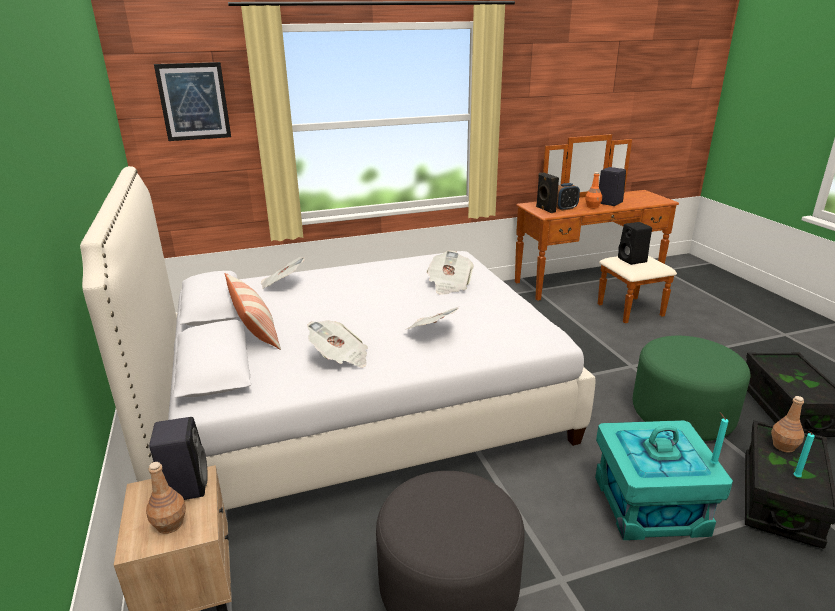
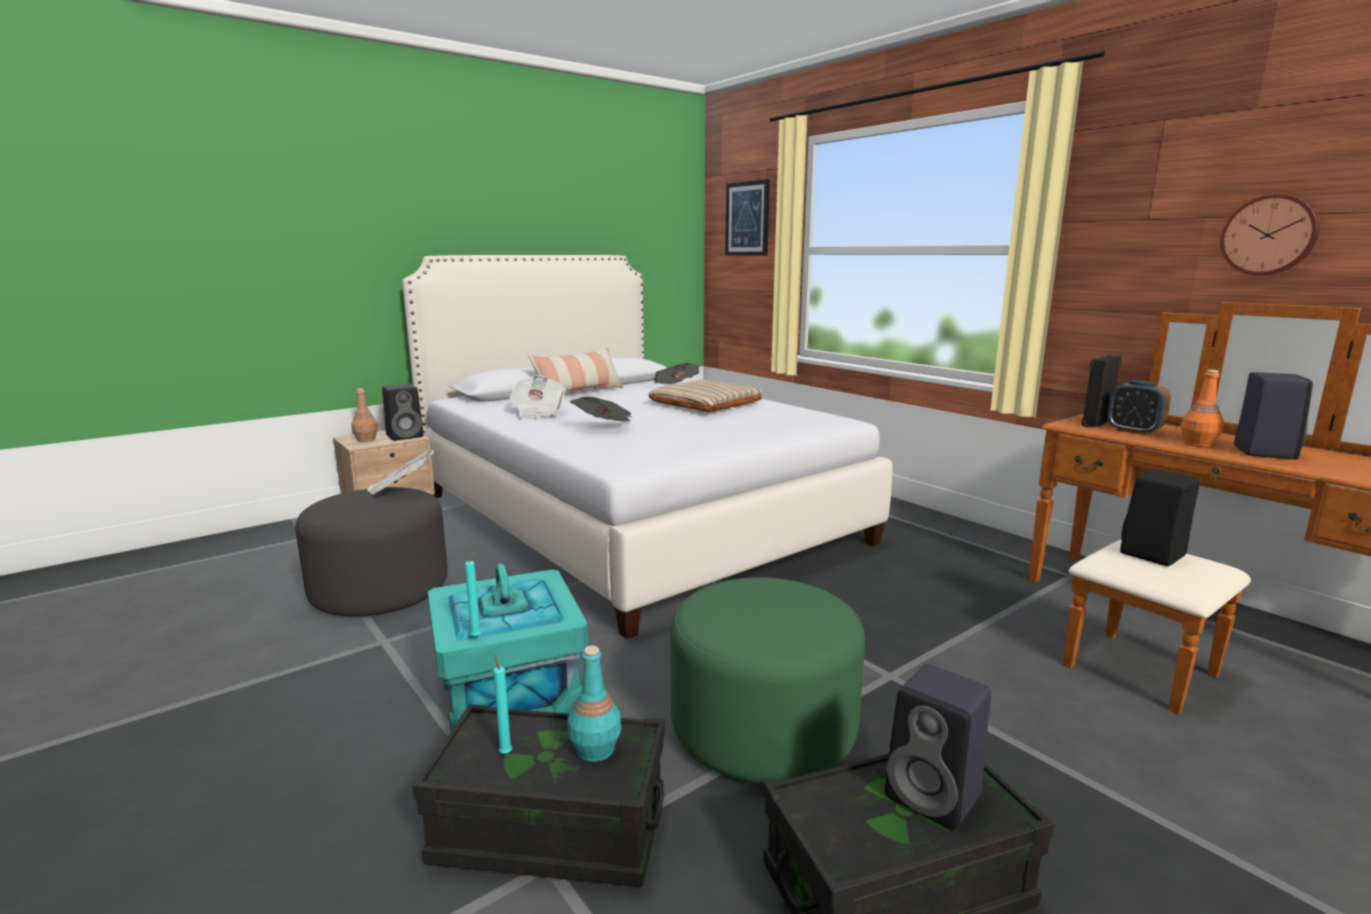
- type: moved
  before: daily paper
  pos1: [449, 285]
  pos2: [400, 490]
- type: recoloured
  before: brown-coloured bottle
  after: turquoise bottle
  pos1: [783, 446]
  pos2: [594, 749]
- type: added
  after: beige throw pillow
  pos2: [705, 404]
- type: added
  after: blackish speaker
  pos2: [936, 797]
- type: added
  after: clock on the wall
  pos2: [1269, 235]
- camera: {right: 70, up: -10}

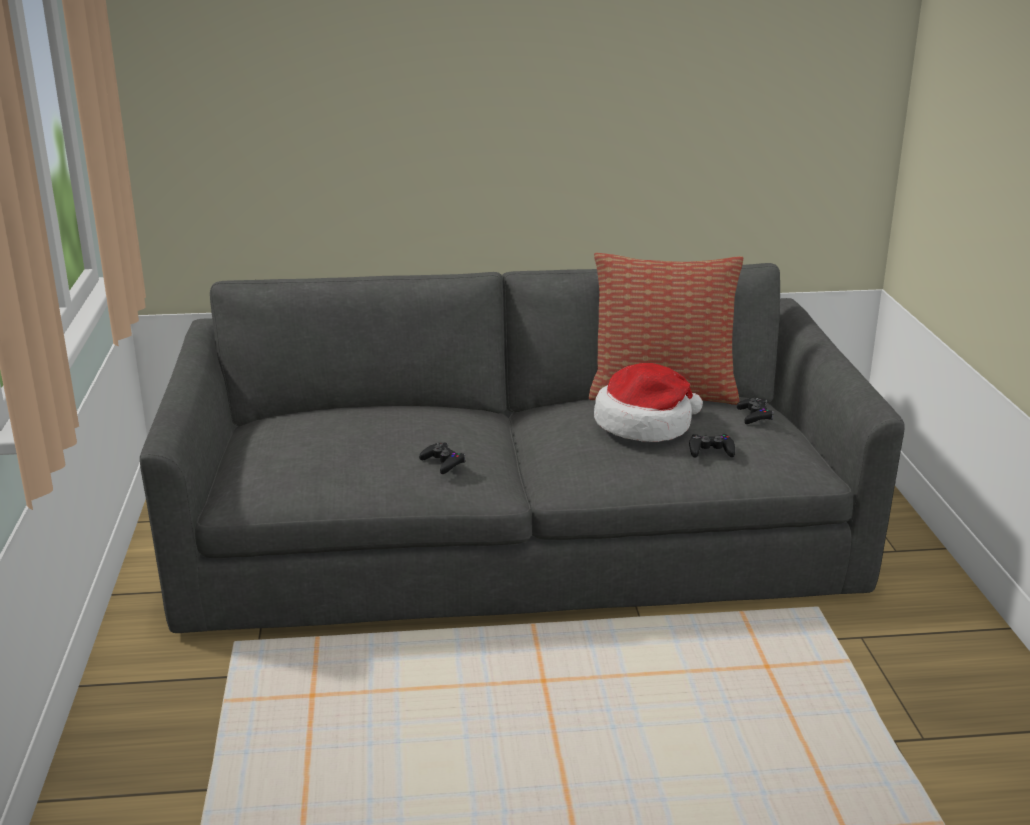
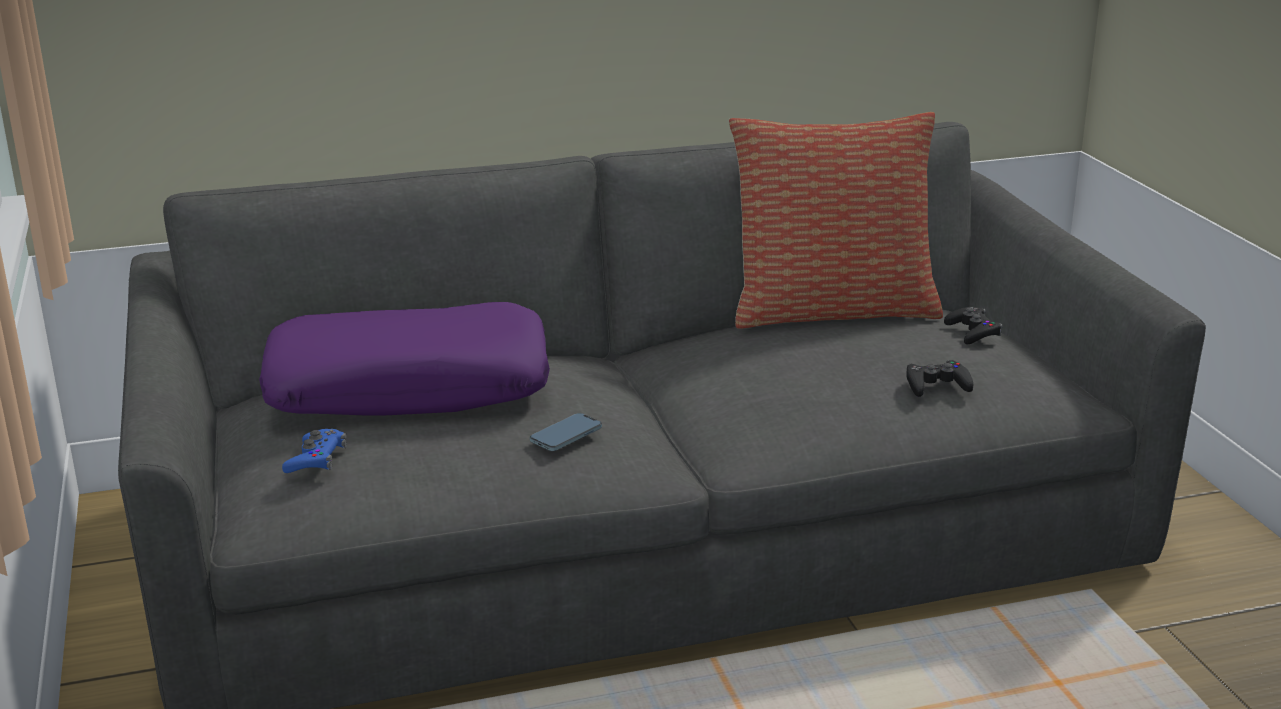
- type: added
  after: purplish throw pillow
  pos2: [409, 387]
- type: added
  after: bluish game controller
  pos2: [316, 459]
- type: replaced
  before: blackish game controller
  after: handset
  pos1: [443, 462]
  pos2: [566, 436]
- type: removed
  before: clothing hat
  pos1: [645, 425]
- camera: {right: -10, up: 0}

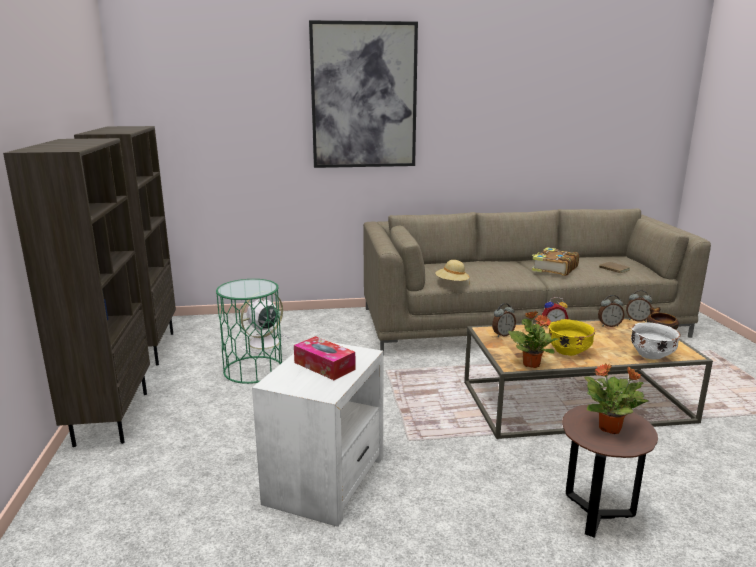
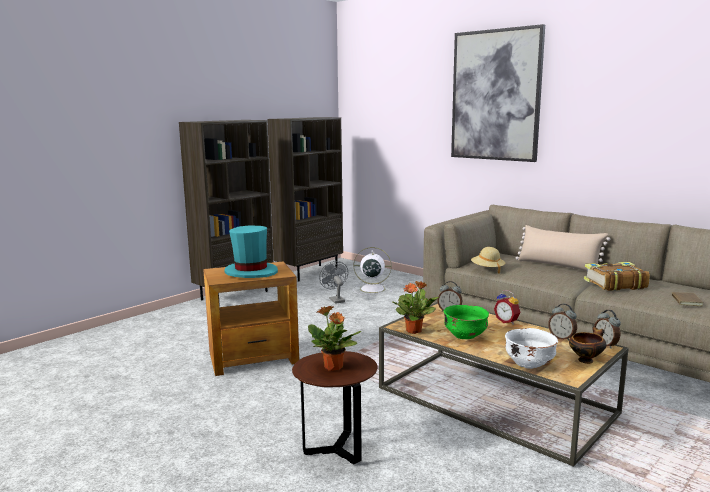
- type: recoloured
  before: white end table
  after: brown-coloured end table
  pos1: [326, 479]
  pos2: [254, 357]
- type: replaced
  before: tissue box
  after: turquoise clothing hat
  pos1: [324, 366]
  pos2: [251, 272]
- type: replaced
  before: greenish end table
  after: grey cooling fan
  pos1: [253, 370]
  pos2: [335, 299]
- type: recoloured
  before: yellow-coloured serving bowl
  after: greenish serving bowl
  pos1: [568, 351]
  pos2: [465, 336]
- type: added
  after: beige throw pillow
  pos2: [558, 266]
- camera: {right: 50, up: -5}

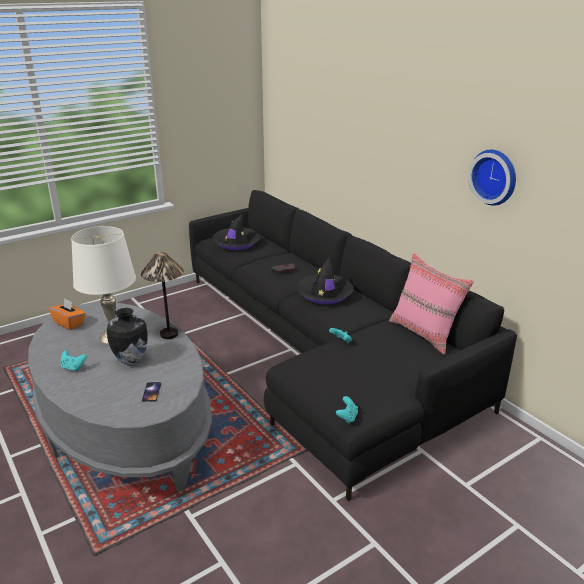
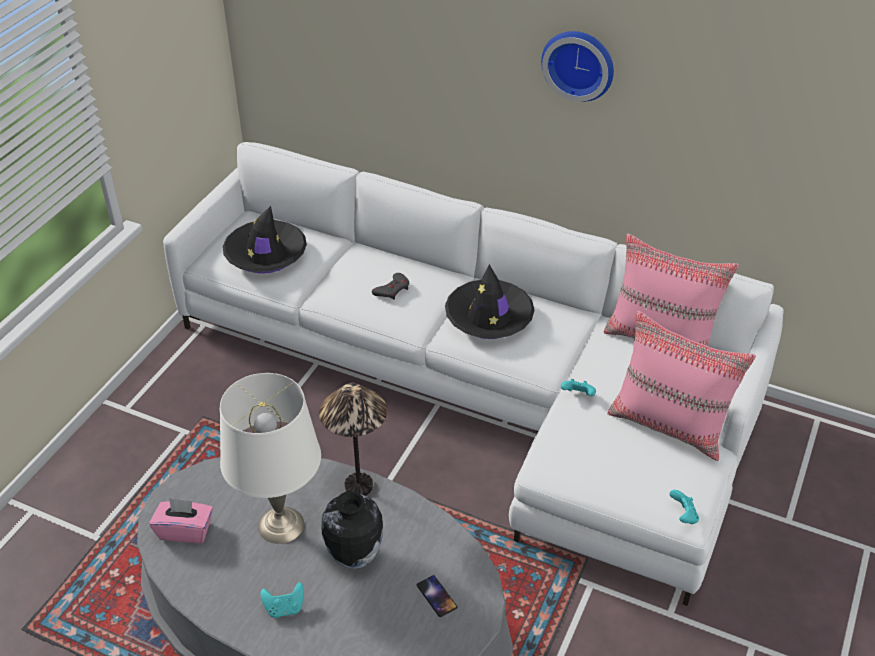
- type: recoloured
  before: orange tissue box
  after: pinkish tissue box
  pos1: [69, 323]
  pos2: [185, 530]
- type: recoloured
  before: blackish sofa
  after: white sofa
  pos1: [321, 350]
  pos2: [481, 389]
- type: moved
  before: clock on the wall
  pos1: [495, 176]
  pos2: [579, 63]
- type: added
  after: pinkish throw pillow
  pos2: [669, 425]
- camera: {right: -30, up: 15}

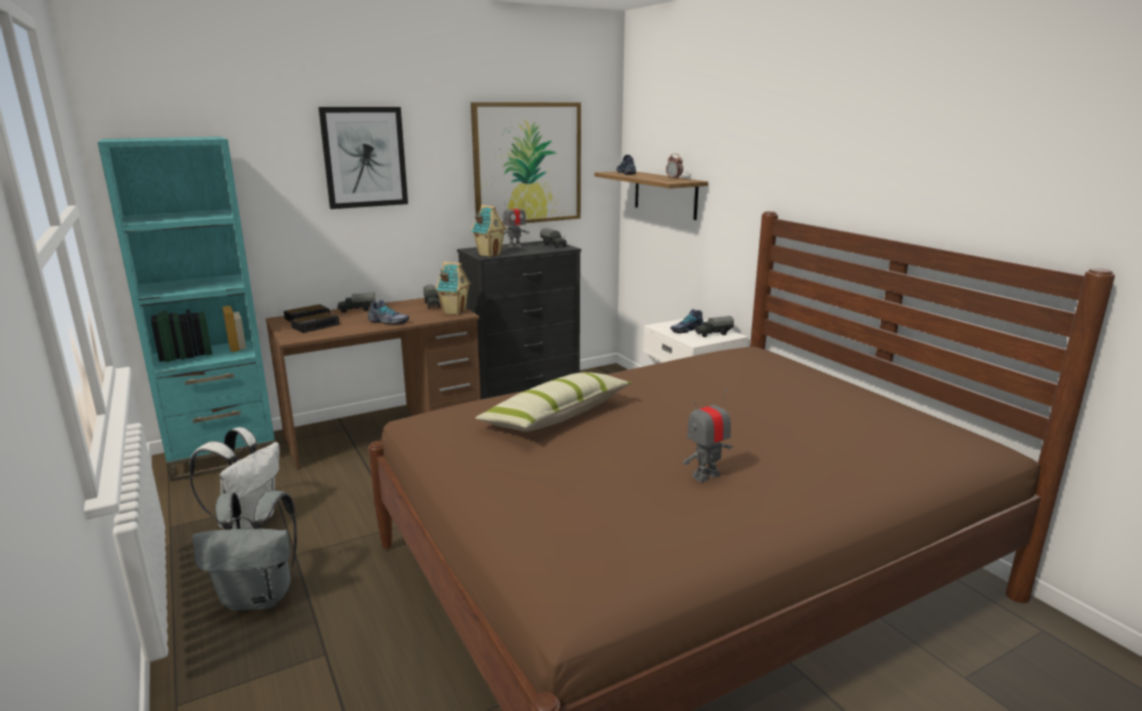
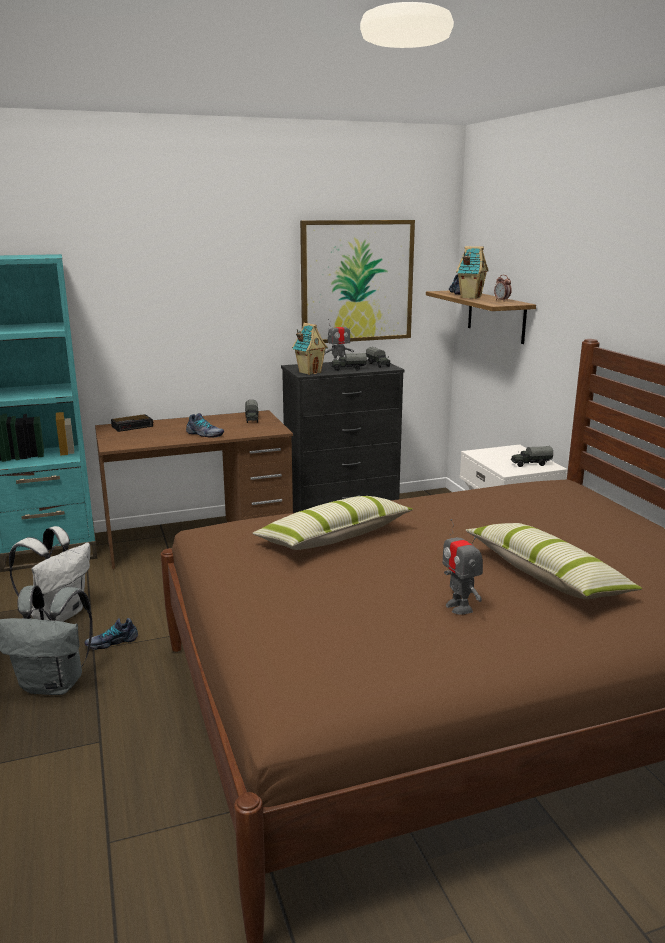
- type: moved
  before: shoe
  pos1: [686, 329]
  pos2: [111, 642]
- type: moved
  before: toy lorry
  pos1: [357, 310]
  pos2: [348, 369]
- type: turned
  before: model robot
  pos1: [706, 475]
  pos2: [459, 607]
  turn: -90
- type: moved
  before: model house
  pos1: [454, 311]
  pos2: [470, 297]
- type: added
  after: throw pillow
  pos2: [546, 575]
- type: removed
  before: table clock
  pos1: [316, 326]
- type: removed
  before: picture
  pos1: [364, 157]
- camera: {right: 10, up: 0}

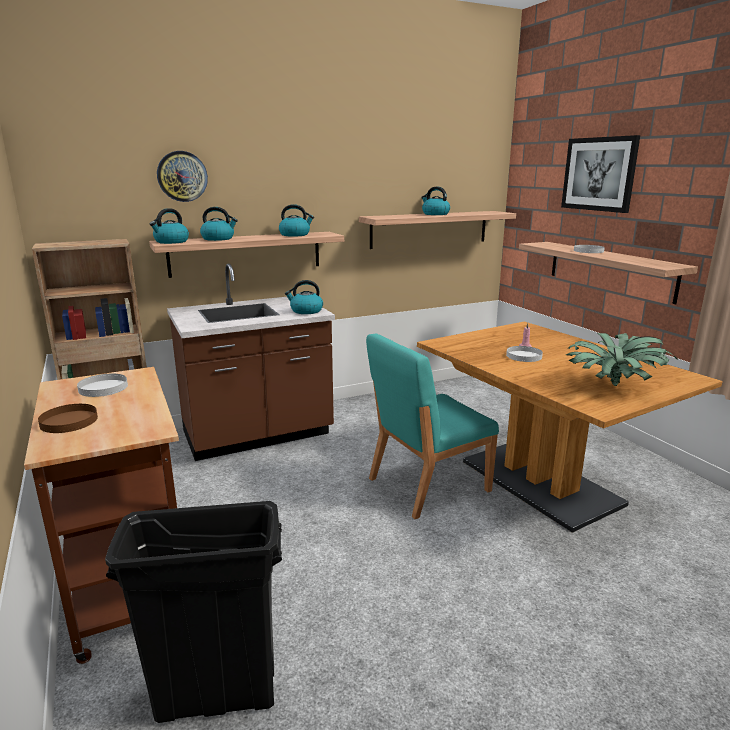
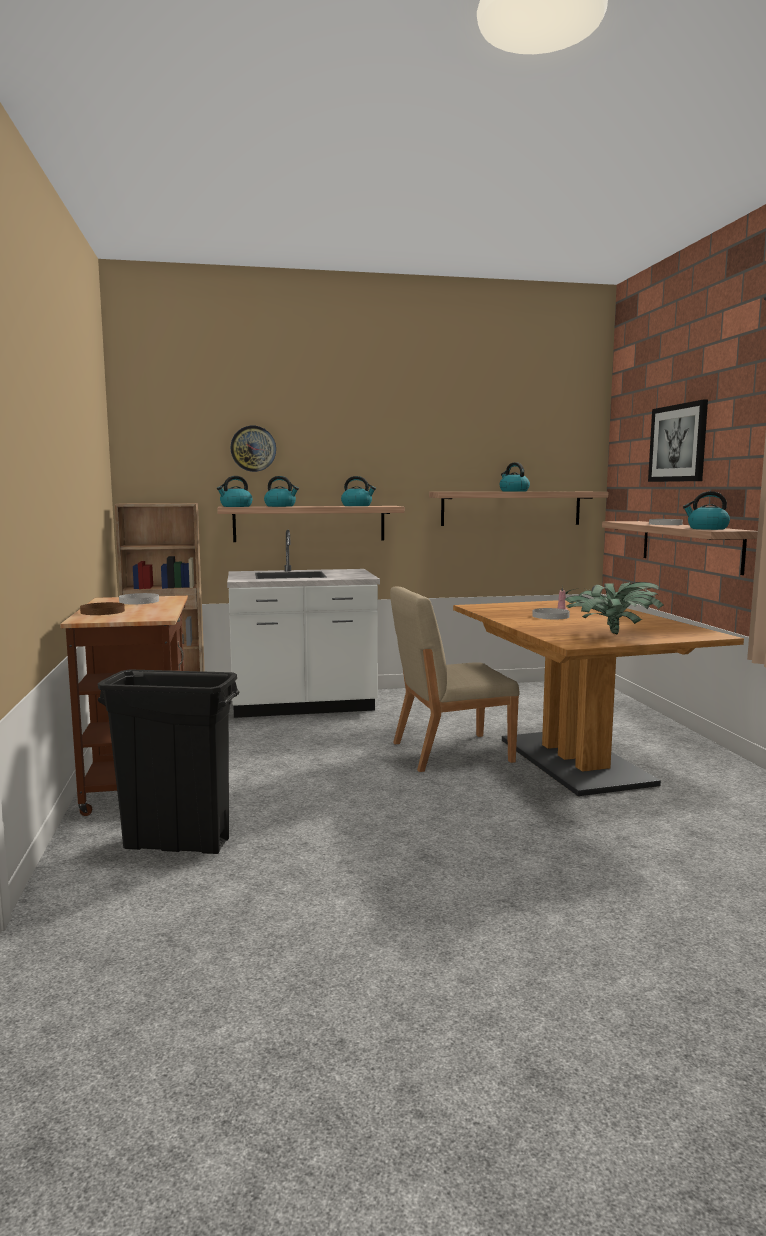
- type: recoloured
  before: brown-coloured kitchen counter
  after: white kitchen counter
  pos1: [258, 435]
  pos2: [303, 706]
- type: recoloured
  before: turquoise plain chair
  after: beige plain chair
  pos1: [427, 485]
  pos2: [450, 752]
- type: moved
  before: tea kettle
  pos1: [306, 311]
  pos2: [707, 528]
- camera: {right: 15, up: -10}

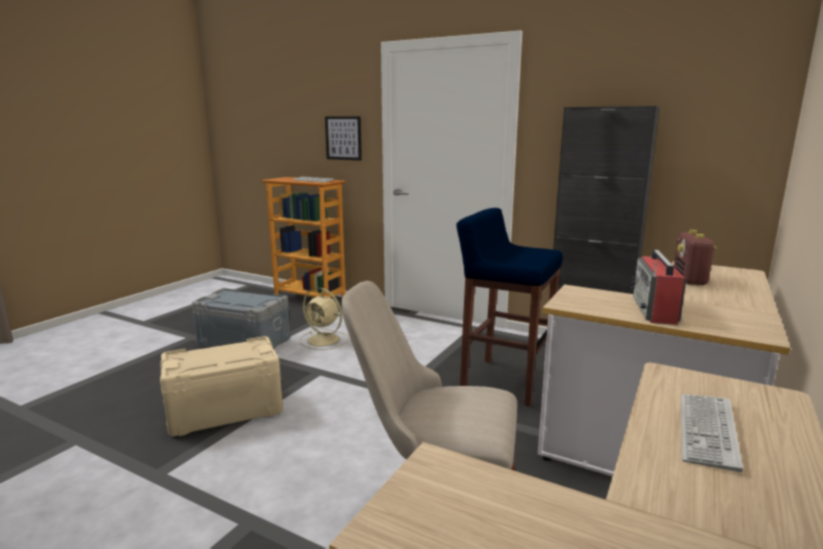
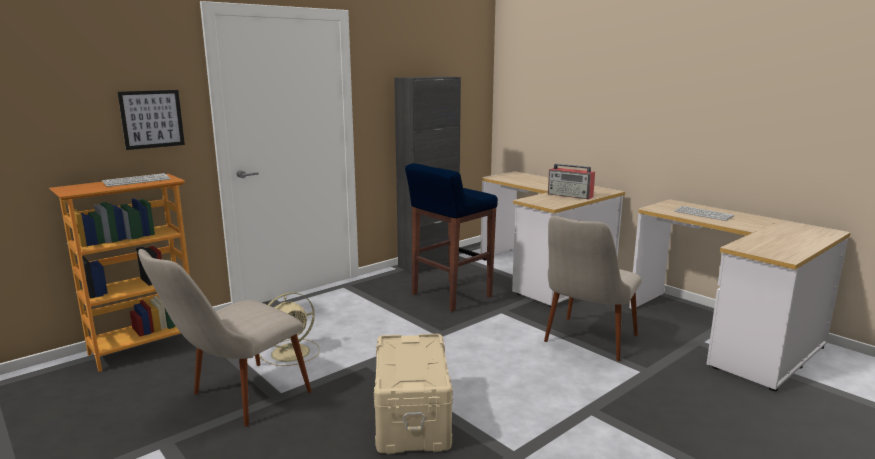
- type: replaced
  before: grey storage container
  after: beige plain chair
  pos1: [245, 341]
  pos2: [235, 401]
- type: removed
  before: radio receiver
  pos1: [689, 280]
- camera: {right: -70, up: 0}

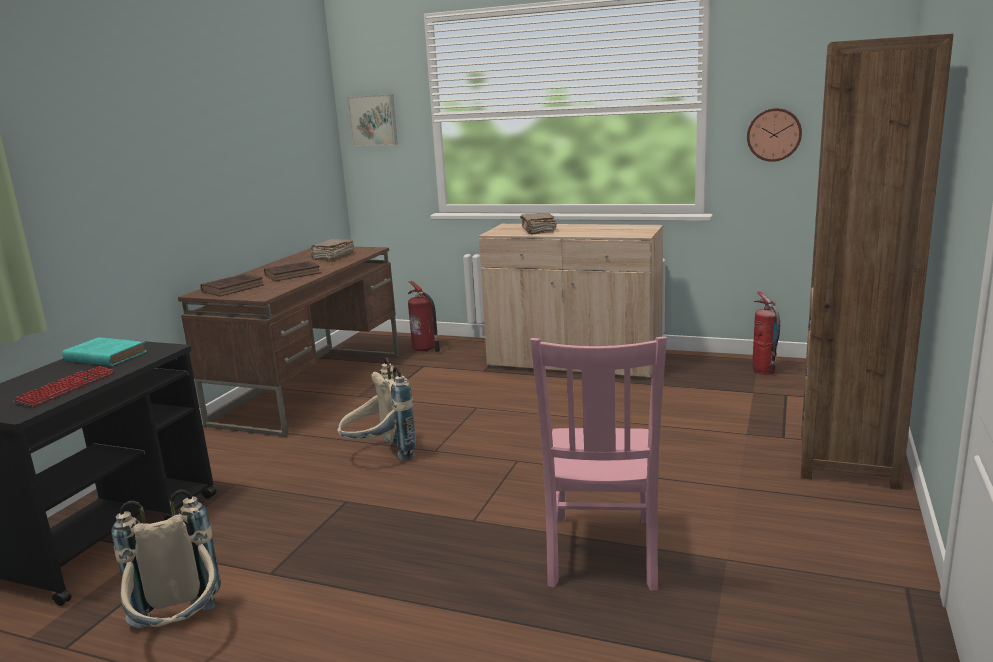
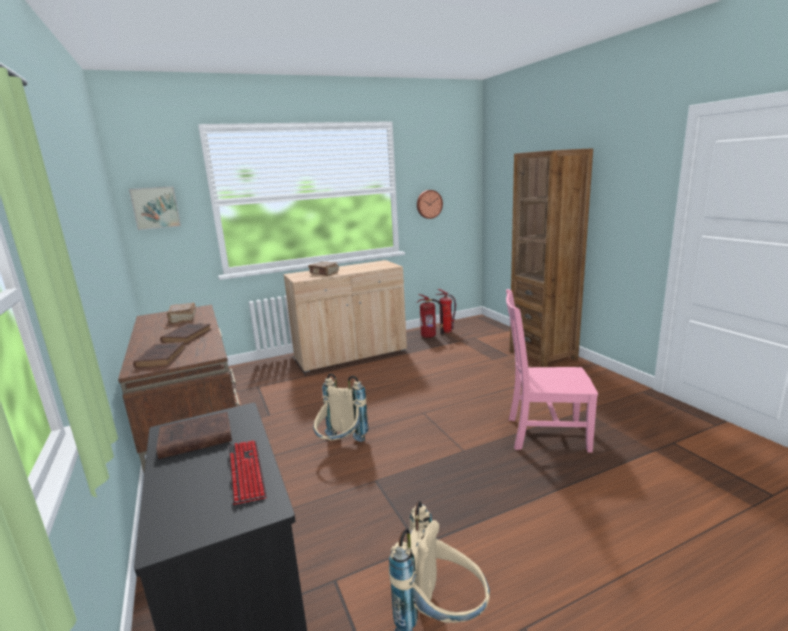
- type: recoloured
  before: turquoise volume
  after: brown-coloured volume
  pos1: [104, 356]
  pos2: [194, 439]
- type: moved
  before: fire-fighting cylinder
  pos1: [425, 349]
  pos2: [429, 336]
- type: turned
  before: pinkish plain chair
  pos1: [602, 554]
  pos2: [544, 434]
  turn: 135
- camera: {right: -45, up: 0}

